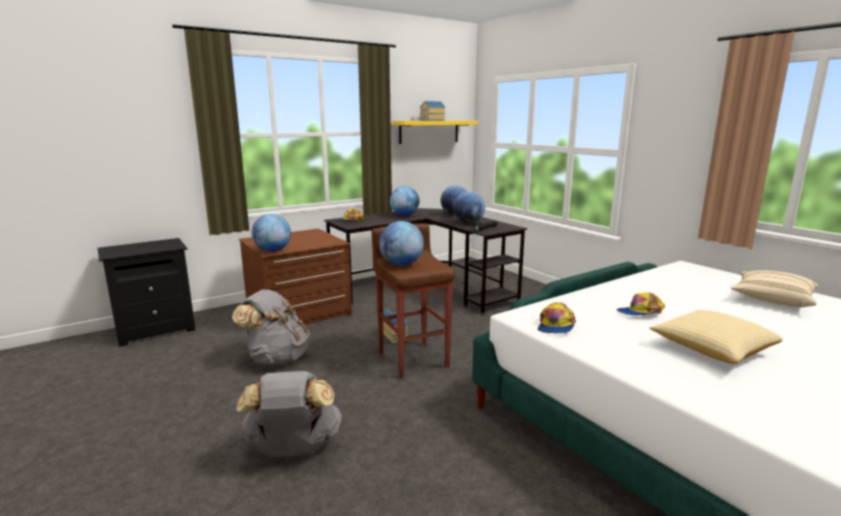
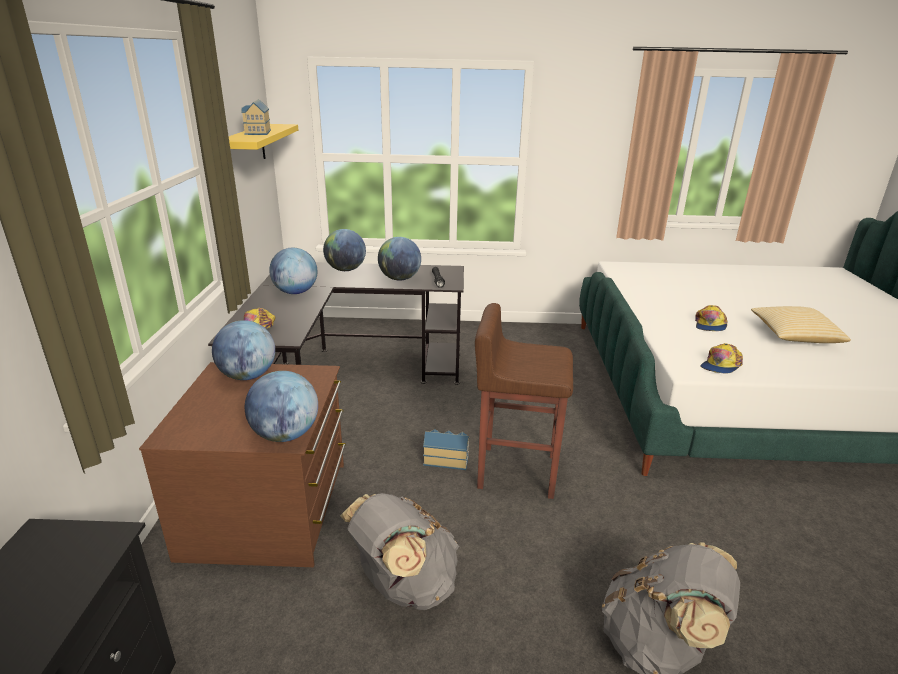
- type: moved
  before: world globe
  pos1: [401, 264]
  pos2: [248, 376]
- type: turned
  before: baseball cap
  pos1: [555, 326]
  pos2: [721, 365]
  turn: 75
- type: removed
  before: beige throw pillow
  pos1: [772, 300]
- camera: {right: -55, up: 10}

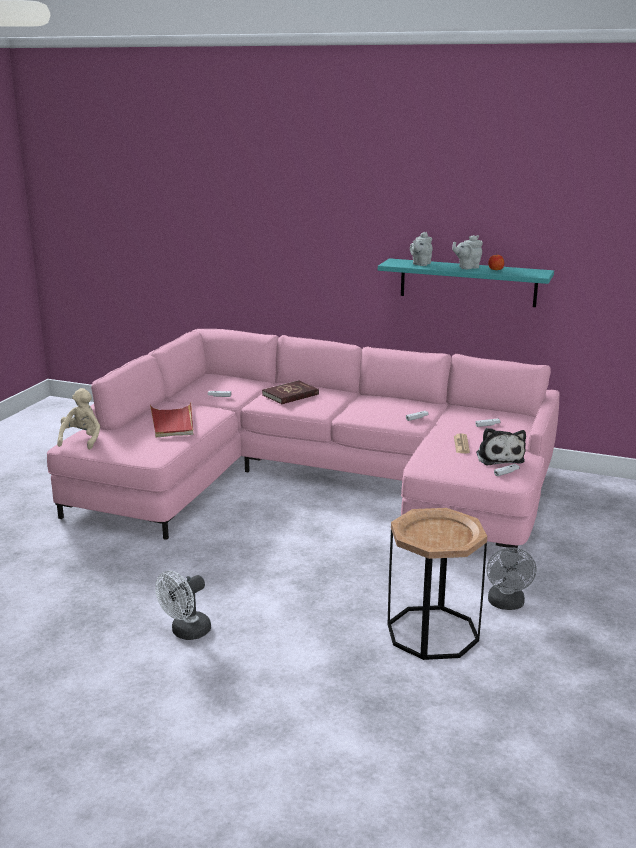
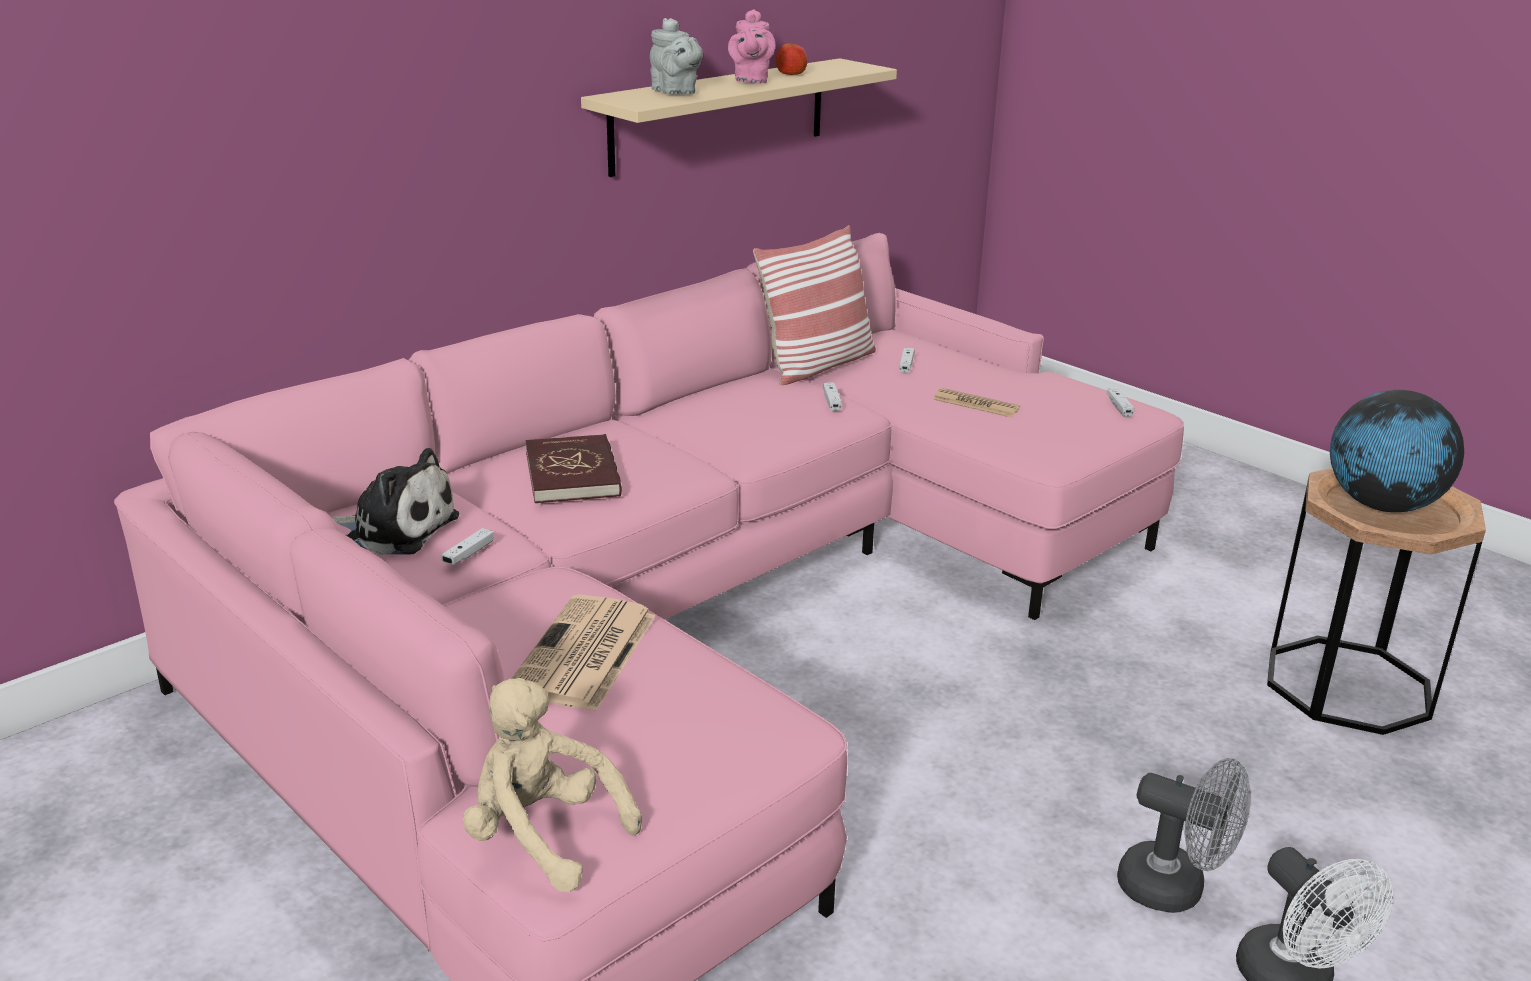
- type: moved
  before: soft toy
  pos1: [499, 457]
  pos2: [396, 528]
- type: replaced
  before: reddish serving tray
  after: daily paper
  pos1: [172, 423]
  pos2: [584, 655]
- type: recoloured
  before: turquoise bracket shelf
  after: beige bracket shelf
  pos1: [467, 282]
  pos2: [719, 115]
- type: recoloured
  before: grey pot for tea
  after: pinkish pot for tea
  pos1: [467, 267]
  pos2: [751, 80]
- type: added
  after: throw pillow
  pos2: [817, 365]
- type: moved
  before: grey cooling fan
  pos1: [506, 604]
  pos2: [1175, 890]
- type: added
  after: world globe
  pos2: [1381, 506]
- camera: {right: -65, up: 5}

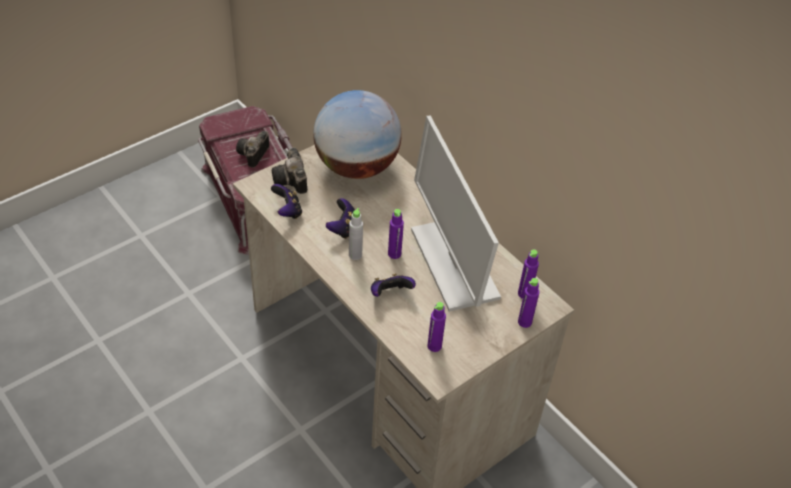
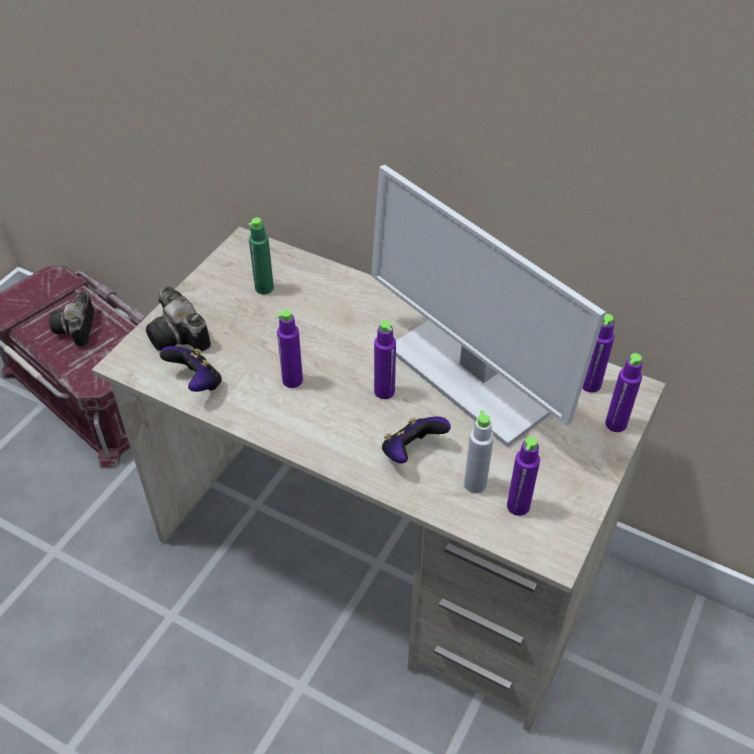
- type: replaced
  before: world globe
  after: greenish bottle
  pos1: [357, 167]
  pos2: [264, 288]
- type: replaced
  before: game controller
  after: purplish bottle
  pos1: [343, 229]
  pos2: [292, 380]
- type: moved
  before: grey bottle
  pos1: [355, 255]
  pos2: [475, 484]
- camera: {right: -20, up: 0}

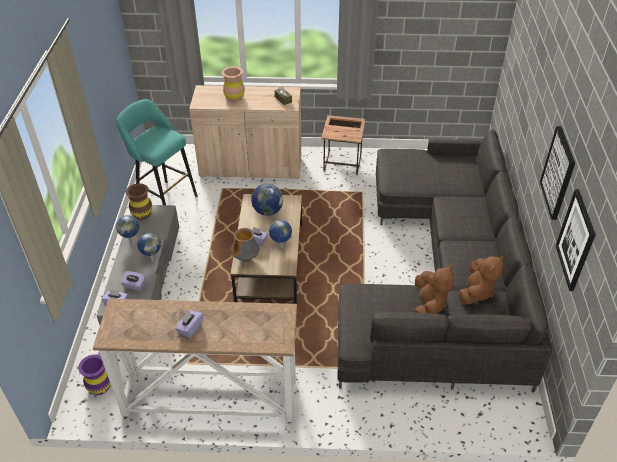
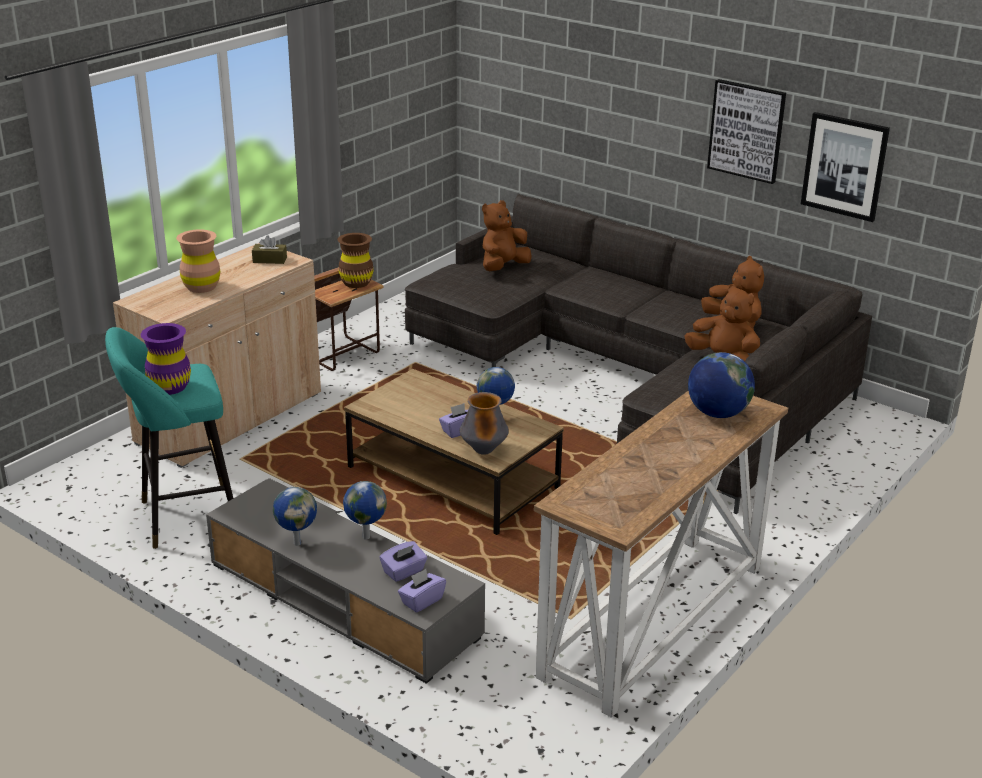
- type: moved
  before: purplish flower vase
  pos1: [100, 387]
  pos2: [170, 387]
- type: moved
  before: brown-coloured flower vase
  pos1: [142, 214]
  pos2: [356, 283]
- type: added
  after: brown-coloured soft toy
  pos2: [503, 267]
- type: moved
  before: world globe
  pos1: [268, 211]
  pos2: [717, 413]
- type: removed
  before: purplish tissue box
  pos1: [190, 328]
- camera: {right: -55, up: -15}

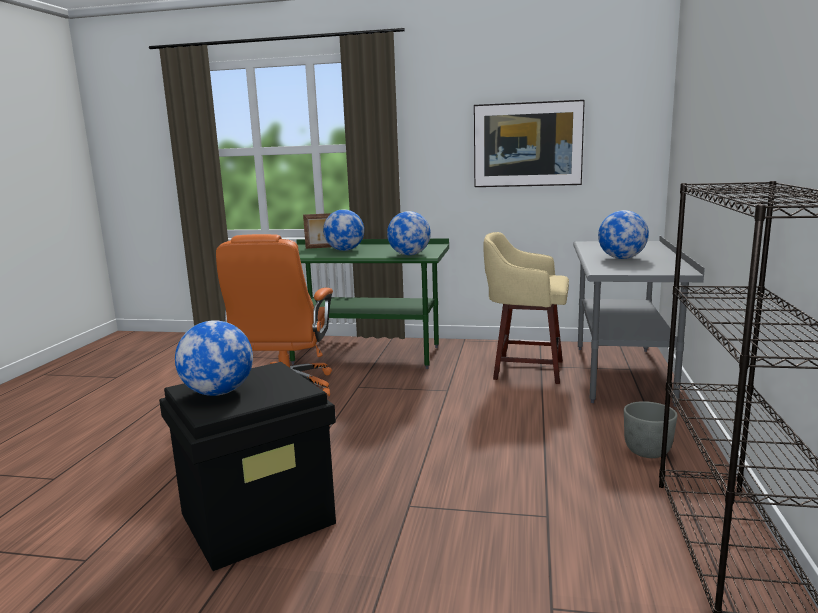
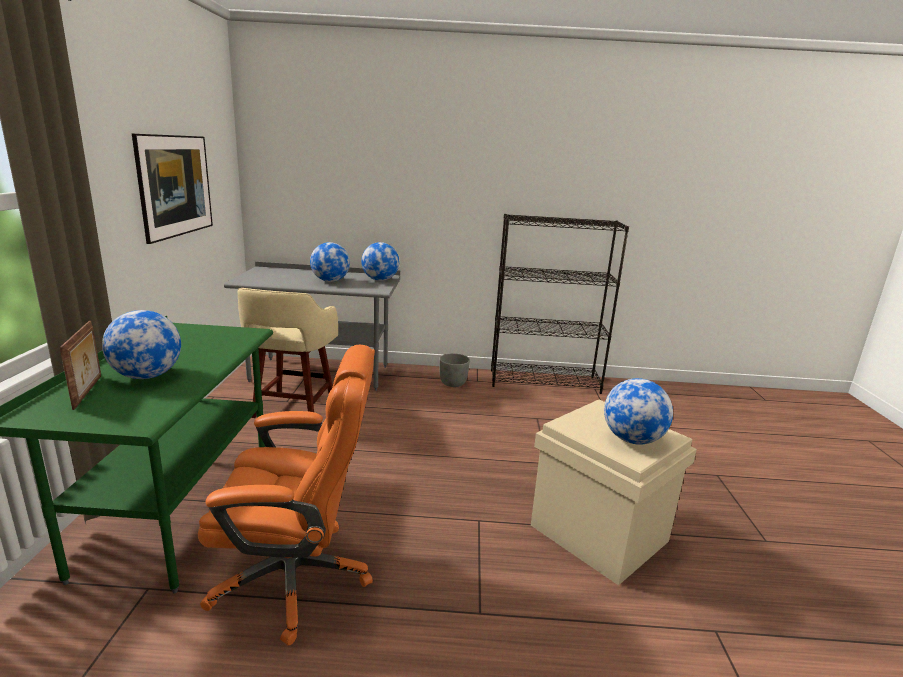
- type: moved
  before: world globe
  pos1: [409, 255]
  pos2: [380, 280]
- type: recoloured
  before: blackish storage container
  after: beige storage container
  pos1: [258, 517]
  pos2: [597, 532]
- camera: {right: -100, up: 5}

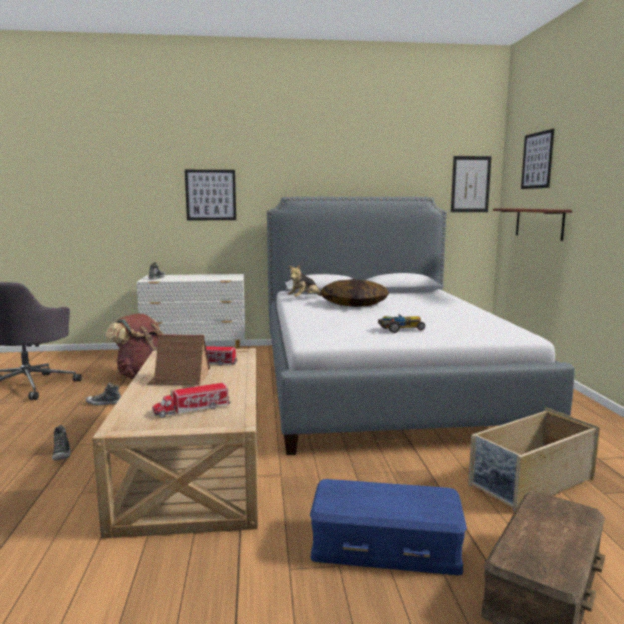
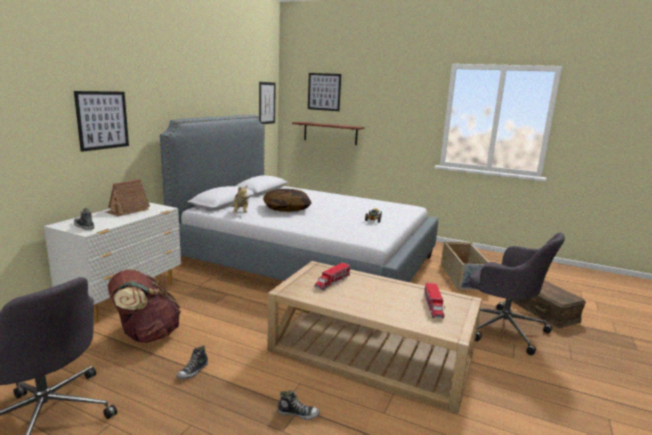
- type: moved
  before: model house
  pos1: [179, 379]
  pos2: [127, 210]
- type: replaced
  before: bluish storage container
  after: grey desk chair
  pos1: [385, 546]
  pos2: [502, 328]
- camera: {right: -60, up: 5}

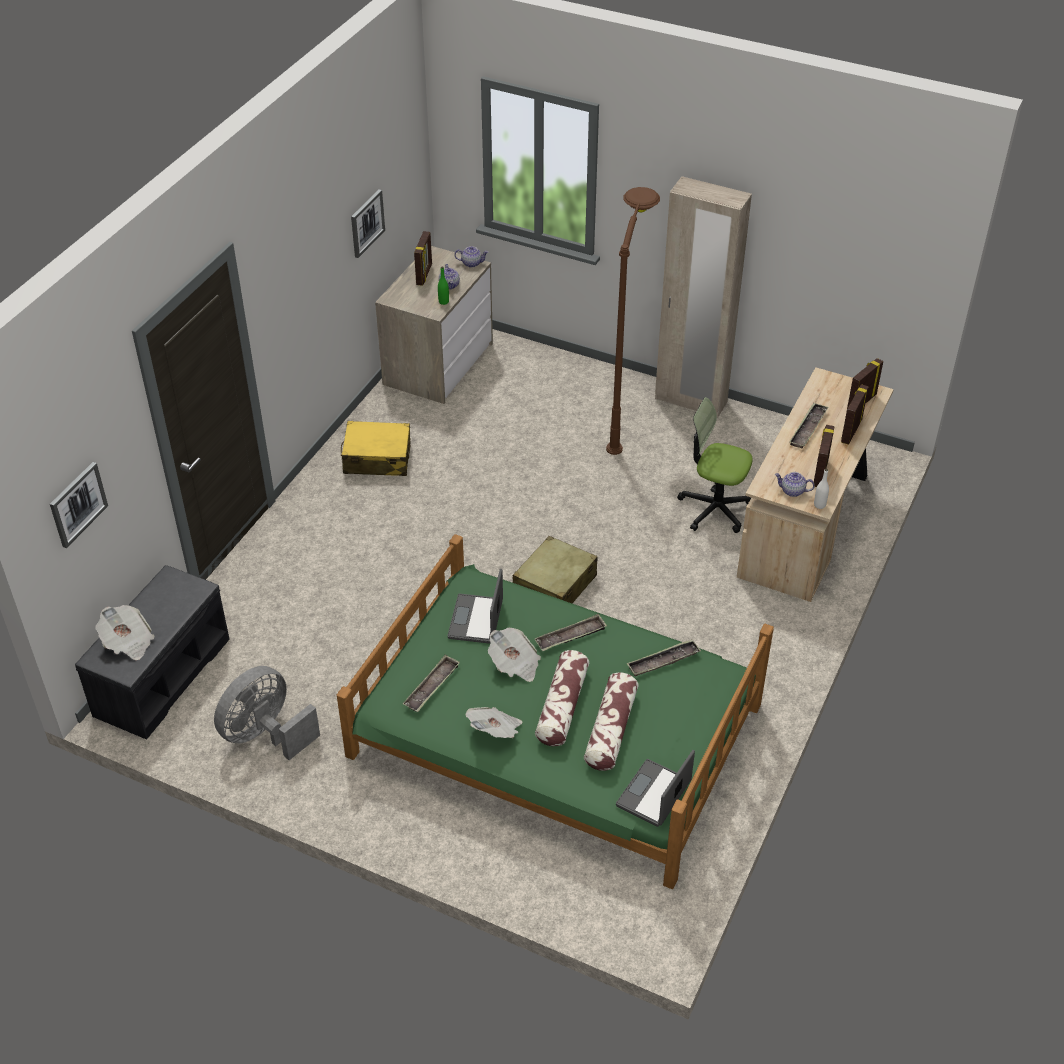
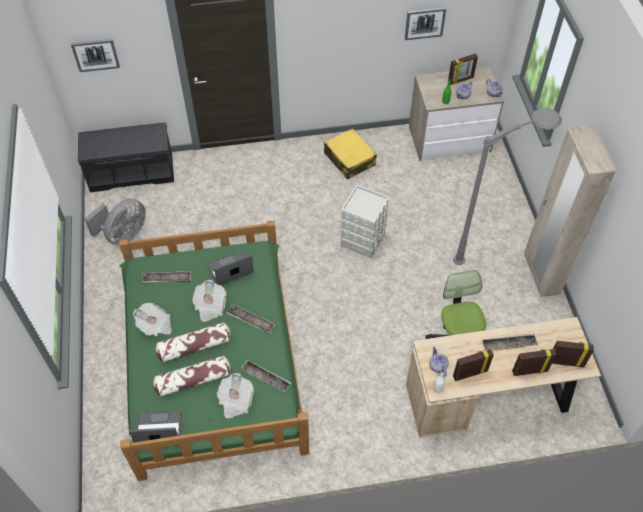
- type: turned
  before: grey cooling fan
  pos1: [266, 735]
  pos2: [123, 235]
  turn: 120
- type: moved
  before: daily paper
  pos1: [128, 642]
  pos2: [235, 401]
- type: added
  after: grey storage container
  pos2: [363, 240]
- type: recoloured
  before: brown-coloured floor lamp
  after: grey floor lamp
  pos1: [625, 417]
  pos2: [492, 249]
- type: removed
  before: beige piece of luggage
  pos1: [554, 586]
- camera: {right: 55, up: 10}

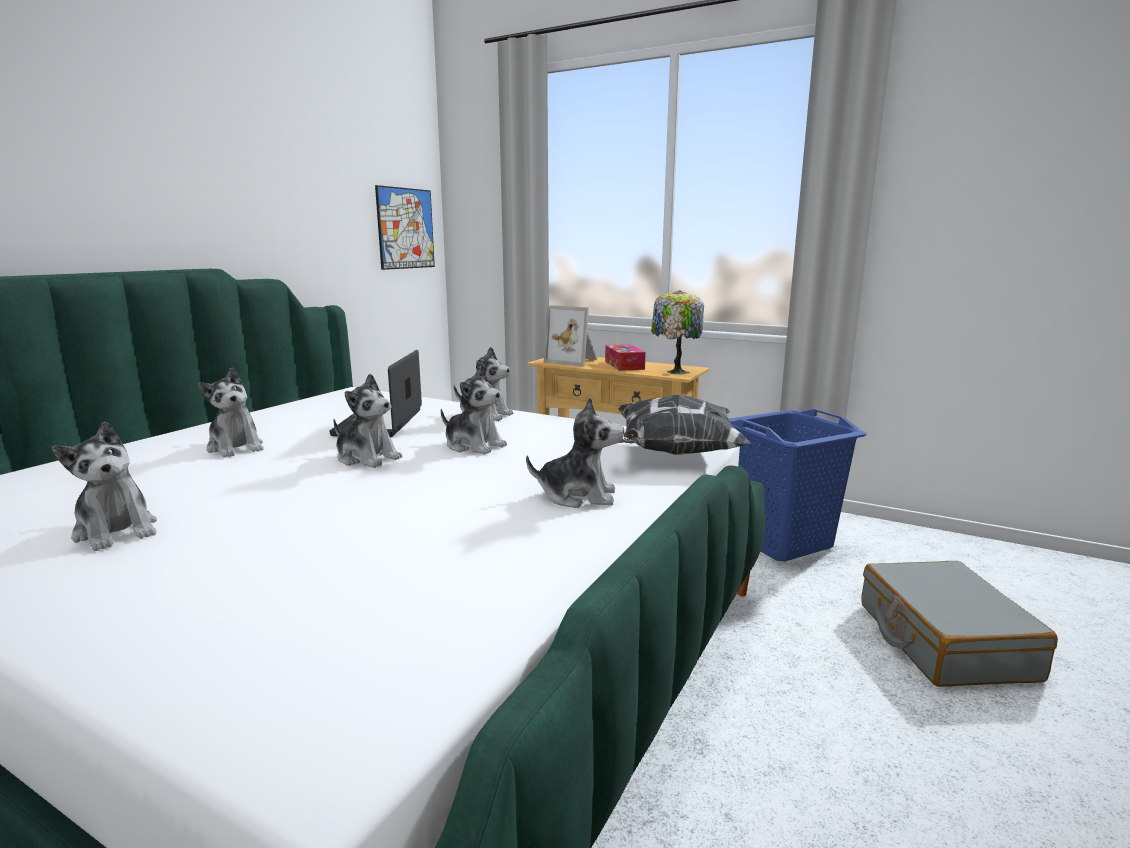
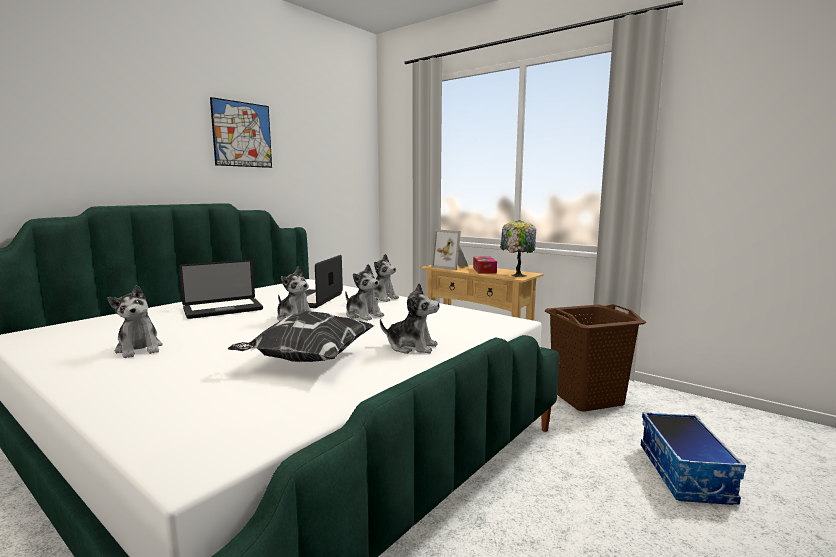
- type: replaced
  before: soft toy
  after: portable computer
  pos1: [236, 447]
  pos2: [223, 309]
- type: moved
  before: picture
  pos1: [406, 228]
  pos2: [242, 134]
- type: moved
  before: throw pillow
  pos1: [673, 454]
  pos2: [307, 360]
- type: recoloured
  before: bluish washing basket
  after: brown-coloured washing basket
  pos1: [782, 541]
  pos2: [587, 398]
- type: replaced
  before: grey piece of luggage
  after: storage container
  pos1: [943, 640]
  pos2: [686, 474]
- camera: {right: 10, up: -5}

